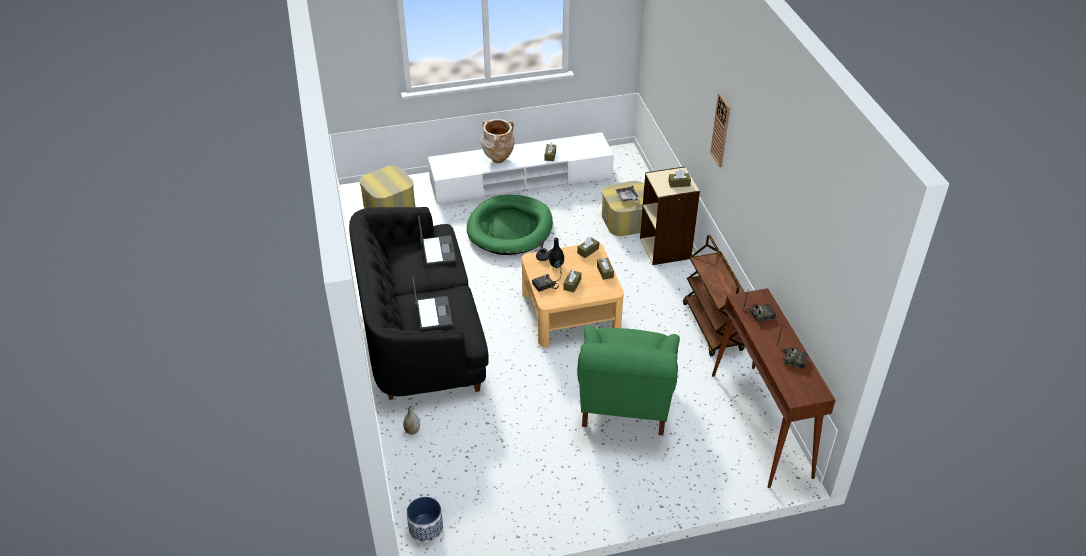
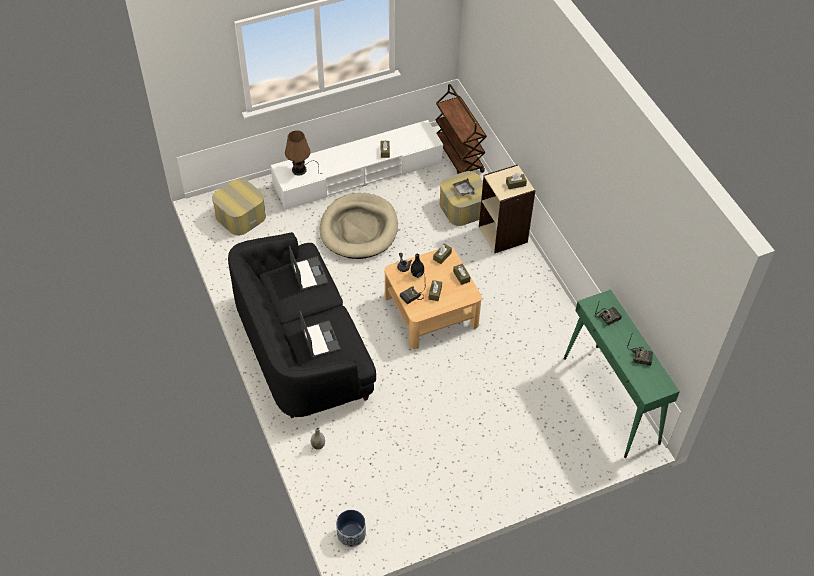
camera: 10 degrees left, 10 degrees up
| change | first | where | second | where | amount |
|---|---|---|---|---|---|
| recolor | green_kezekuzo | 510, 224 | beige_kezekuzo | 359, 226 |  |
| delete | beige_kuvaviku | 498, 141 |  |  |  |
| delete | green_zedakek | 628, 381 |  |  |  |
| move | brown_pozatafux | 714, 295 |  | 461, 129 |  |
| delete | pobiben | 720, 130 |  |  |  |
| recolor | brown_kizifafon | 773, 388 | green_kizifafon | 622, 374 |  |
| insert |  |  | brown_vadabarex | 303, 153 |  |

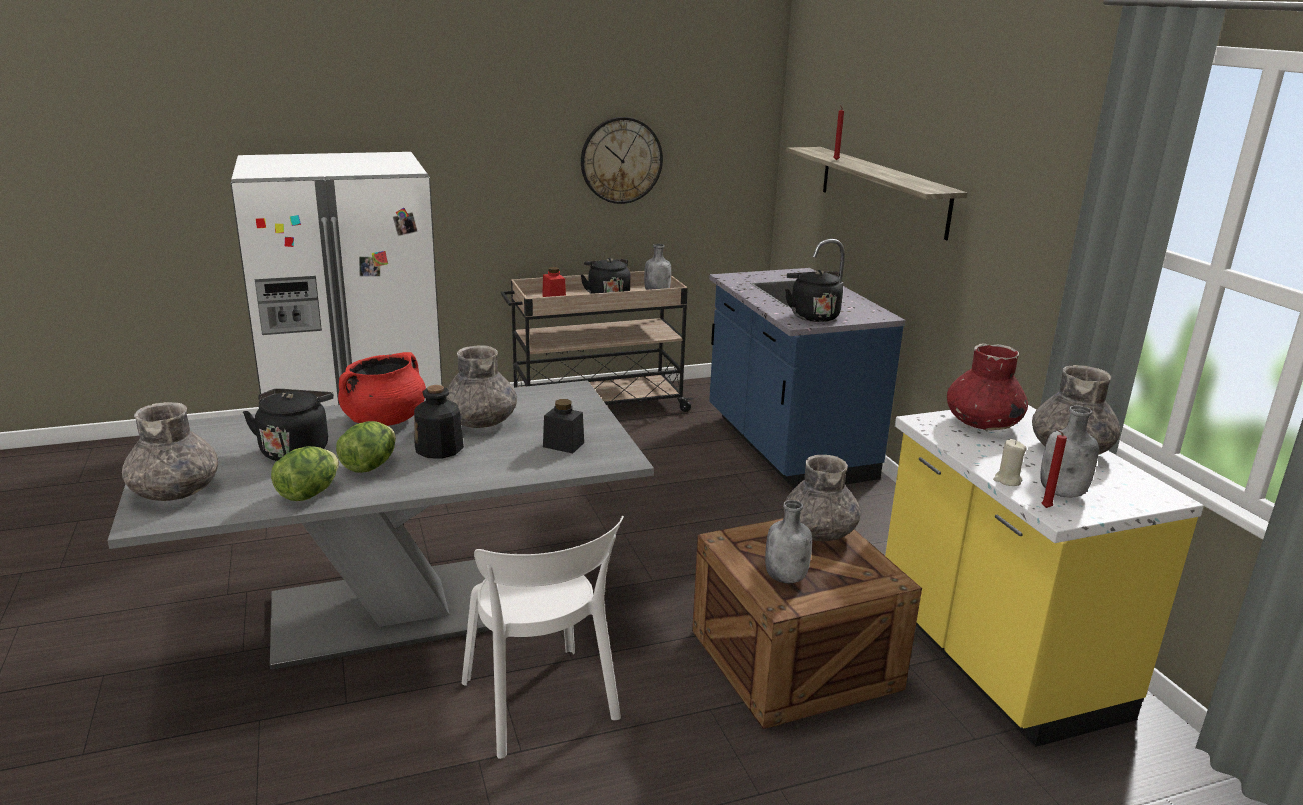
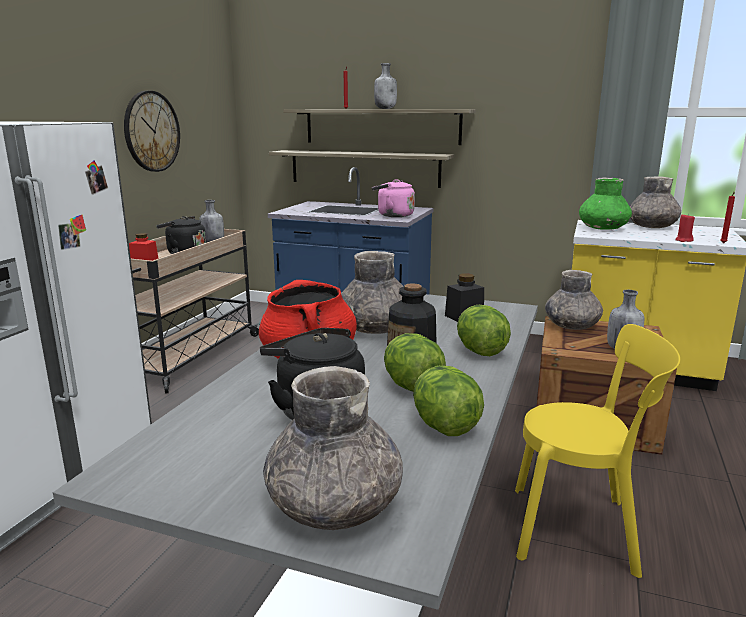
camera: 50 degrees left, 5 degrees down
| change | first | where | second | where | amount |
|---|---|---|---|---|---|
| recolor | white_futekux | 543, 637 | yellow_futekux | 597, 451 |  |
| recolor | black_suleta | 814, 296 | pink_suleta | 393, 198 |  |
| recolor | red_kuvaviku | 987, 387 | green_kuvaviku | 605, 203 |  |
| recolor | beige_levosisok | 1010, 462 | red_levosisok | 685, 228 |  |
| move | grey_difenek | 1069, 451 |  | 385, 86 |  |
| insert |  |  | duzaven | 361, 169 |  |
| insert |  |  | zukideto | 484, 330 |  |

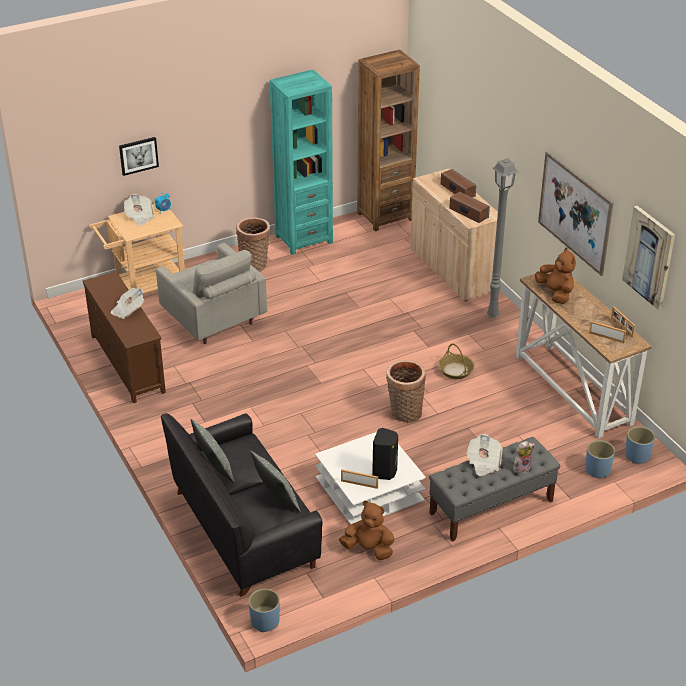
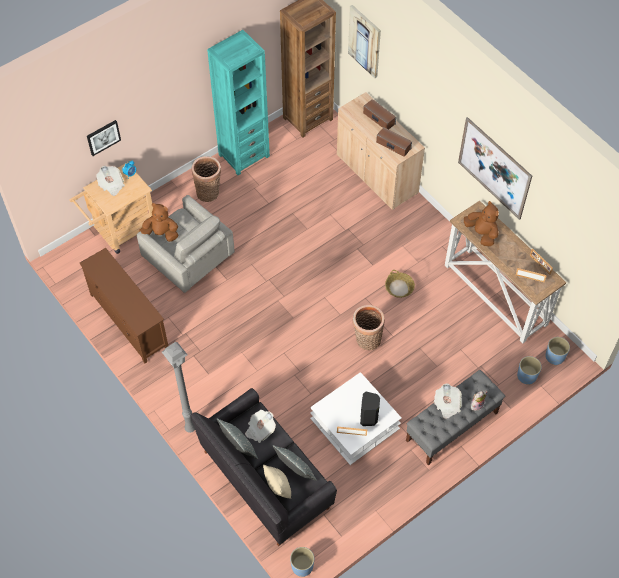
camera: 10 degrees left, 20 degrees up
| change | first | where | second | where | amount |
|---|---|---|---|---|---|
| move | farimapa | 127, 303 |  | 260, 426 |  |
| move | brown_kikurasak | 367, 530 |  | 158, 222 |  |
| move | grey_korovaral | 502, 238 |  | 178, 387 |  |
| move | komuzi | 648, 258 |  | 364, 41 |  |
| insert |  |  | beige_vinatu | 277, 482 |  |

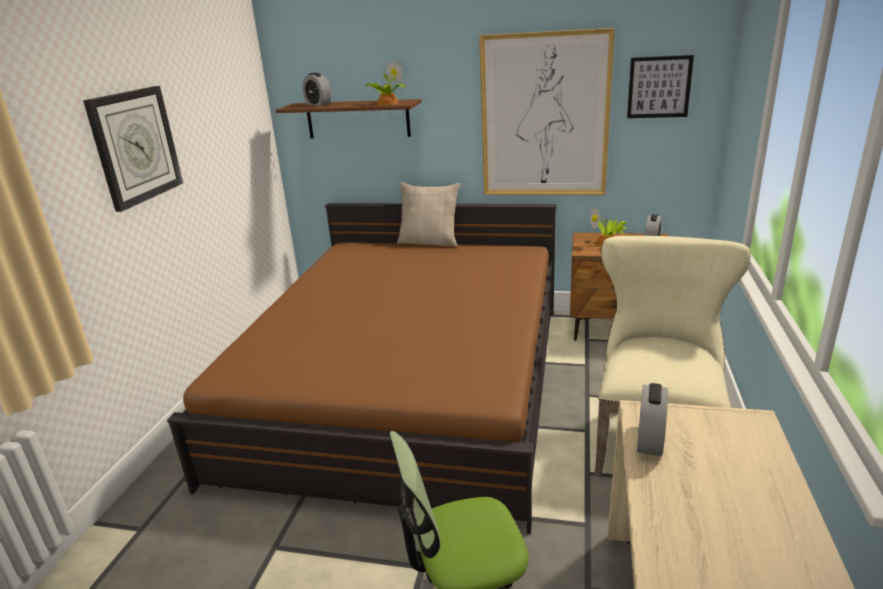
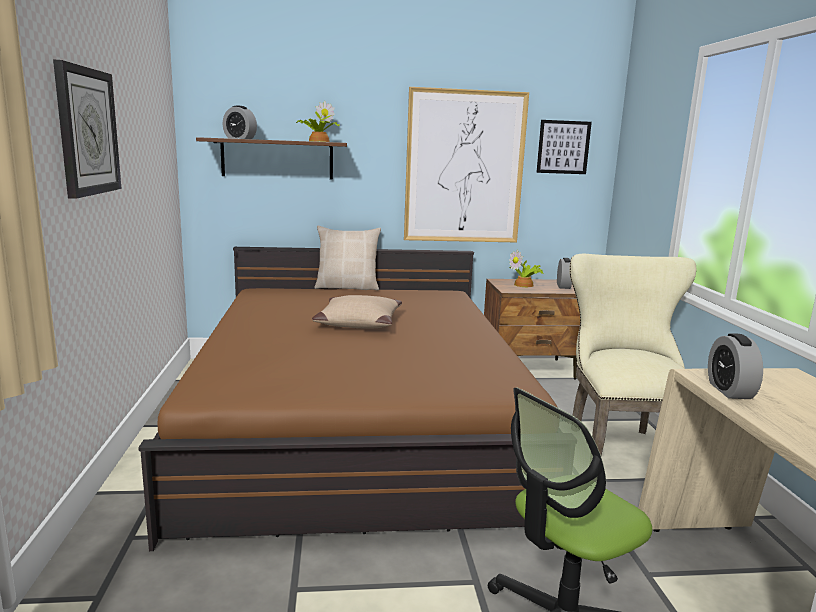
camera: 20 degrees left, 10 degrees down
| change | first | where | second | where | amount |
|---|---|---|---|---|---|
| insert |  |  | beige_vinatu | 357, 312 |  |

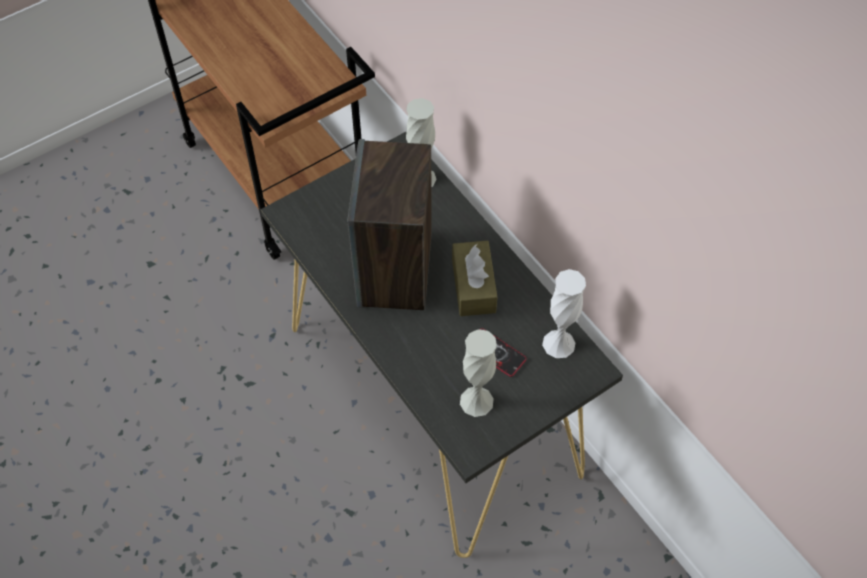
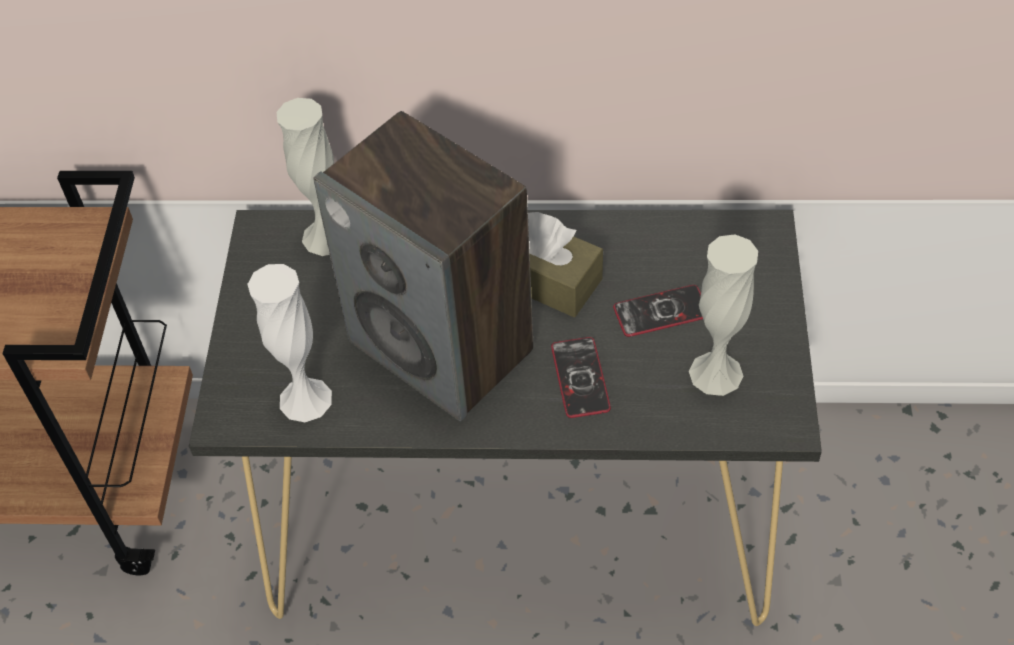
camera: 50 degrees left, 5 degrees down
| change | first | where | second | where | amount |
|---|---|---|---|---|---|
| move | white_kuvaviku | 564, 313 |  | 289, 343 |  |
| insert |  |  | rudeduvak | 581, 377 |  |

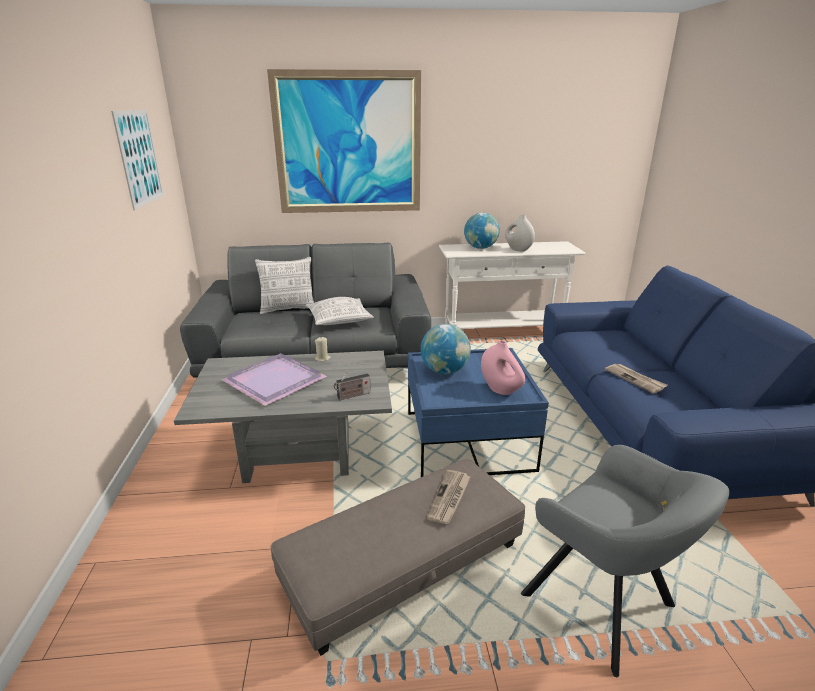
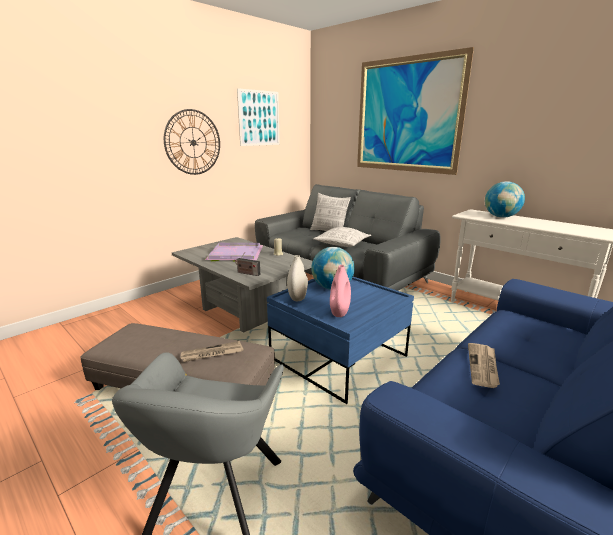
camera: 50 degrees right, 5 degrees down
| change | first | where | second | where | amount |
|---|---|---|---|---|---|
| move | white_kuvaviku | 520, 232 |  | 297, 278 |  |
| insert |  |  | pobiben | 192, 142 |  |

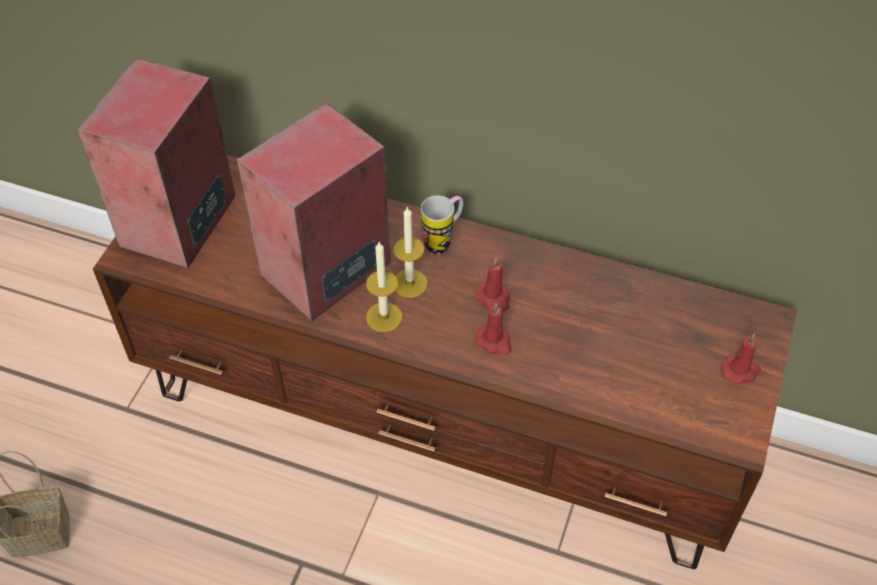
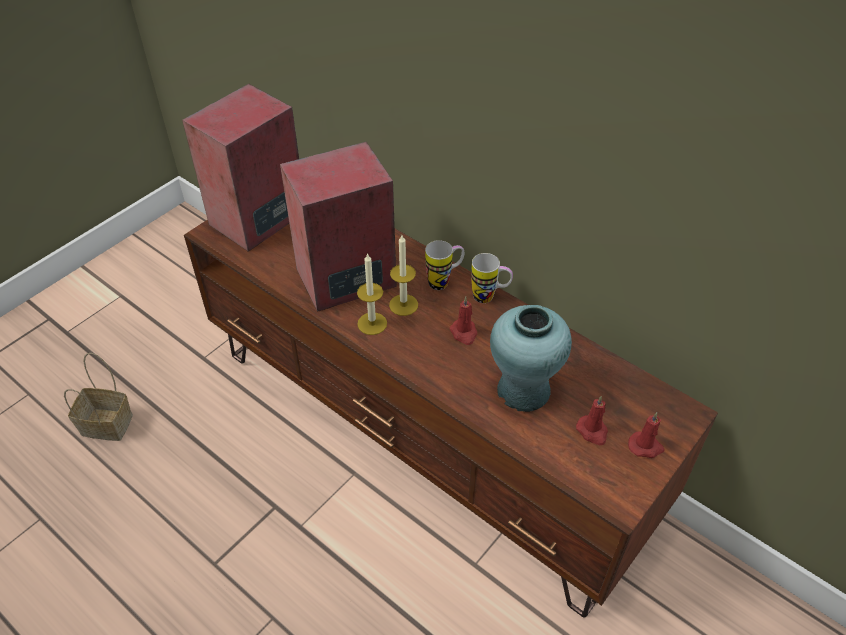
camera: 20 degrees right, 5 degrees down
| change | first | where | second | where | amount |
|---|---|---|---|---|---|
| move | red_levosisok | 493, 329 |  | 592, 420 |  |
| insert |  |  | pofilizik | 492, 278 |  |
| insert |  |  | turquoise_kuvaviku | 531, 358 |  |

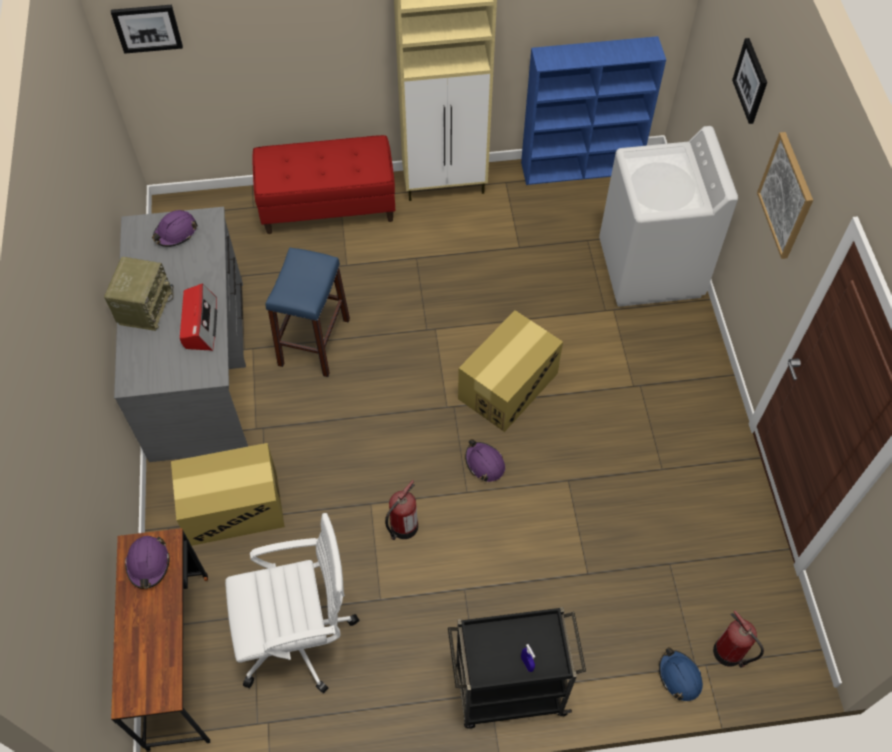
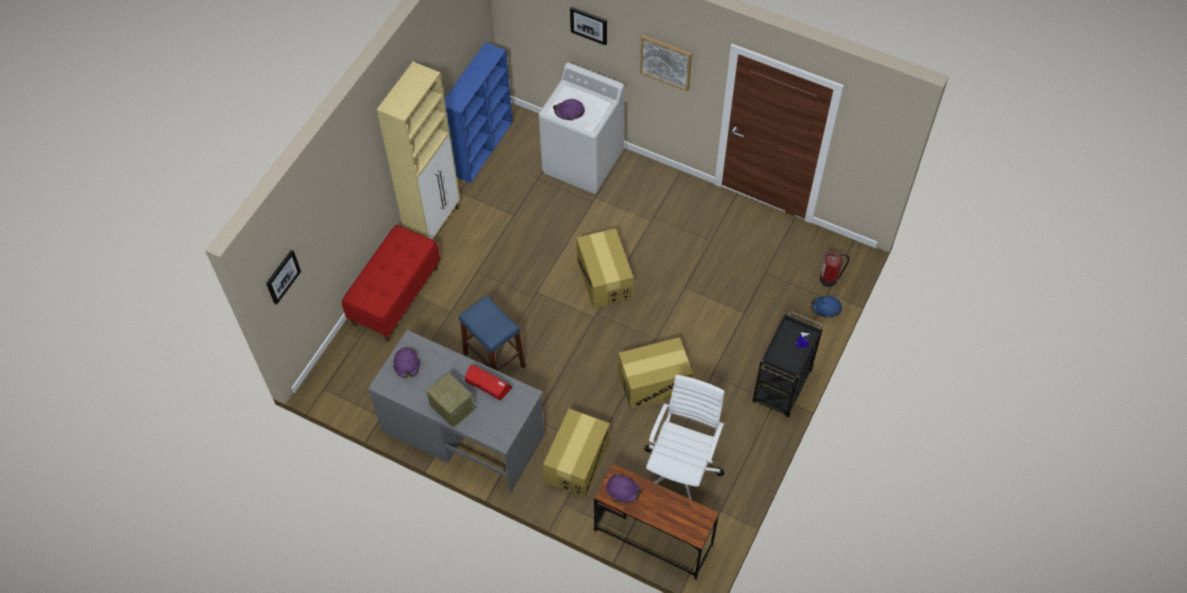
camera: 55 degrees left, 0 degrees up
| change | first | where | second | where | amount |
|---|---|---|---|---|---|
| replace | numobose | 401, 510 | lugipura | 655, 373 |  |
| move | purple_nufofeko | 485, 460 |  | 569, 110 |  |

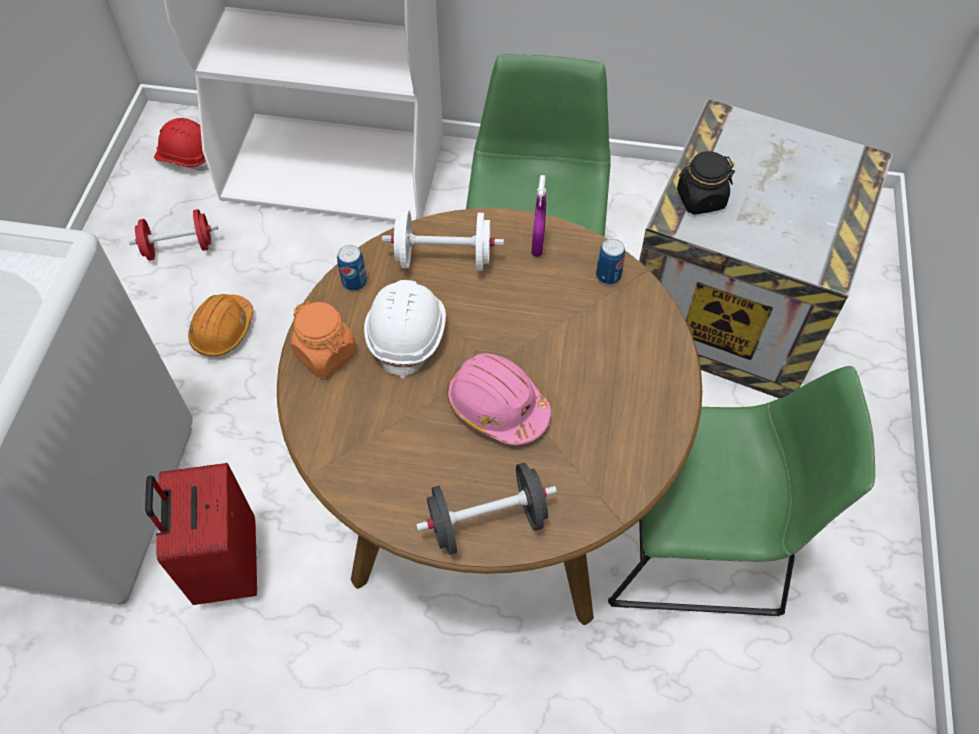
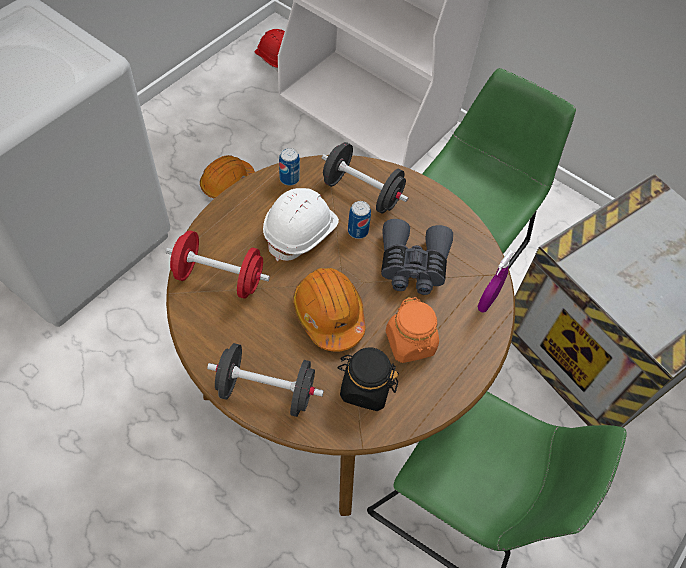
camera: 25 degrees right, 0 degrees up
| change | first | where | second | where | amount |
|---|---|---|---|---|---|
| move | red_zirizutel | 173, 235 |  | 218, 264 |  |
| delete | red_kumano | 201, 534 |  |  |  |
| move | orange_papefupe | 323, 339 |  | 412, 330 |  |
| recolor | white_zirizutel | 443, 240 | black_zirizutel | 365, 178 |  |
| recolor | pink_nufofeko | 499, 399 | orange_nufofeko | 329, 309 |  |
| move | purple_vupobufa | 538, 216 |  | 496, 281 |  |
| move | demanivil | 610, 261 |  | 359, 220 |  |
| move | black_papefupe | 706, 183 |  | 368, 379 |  |
| insert |  |  | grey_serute | 417, 257 |  |

